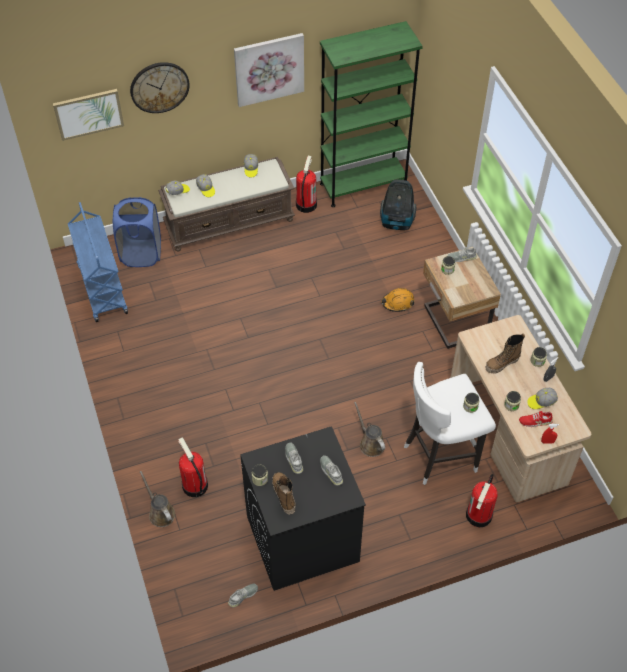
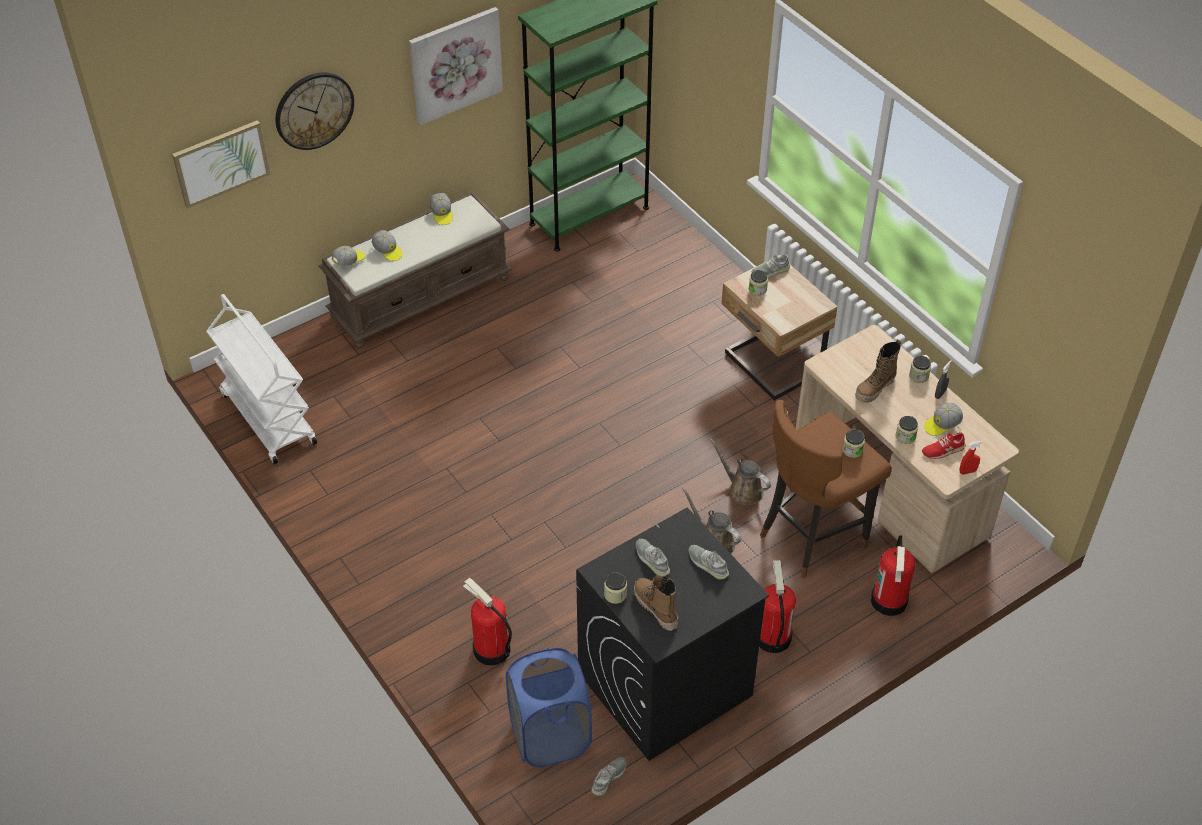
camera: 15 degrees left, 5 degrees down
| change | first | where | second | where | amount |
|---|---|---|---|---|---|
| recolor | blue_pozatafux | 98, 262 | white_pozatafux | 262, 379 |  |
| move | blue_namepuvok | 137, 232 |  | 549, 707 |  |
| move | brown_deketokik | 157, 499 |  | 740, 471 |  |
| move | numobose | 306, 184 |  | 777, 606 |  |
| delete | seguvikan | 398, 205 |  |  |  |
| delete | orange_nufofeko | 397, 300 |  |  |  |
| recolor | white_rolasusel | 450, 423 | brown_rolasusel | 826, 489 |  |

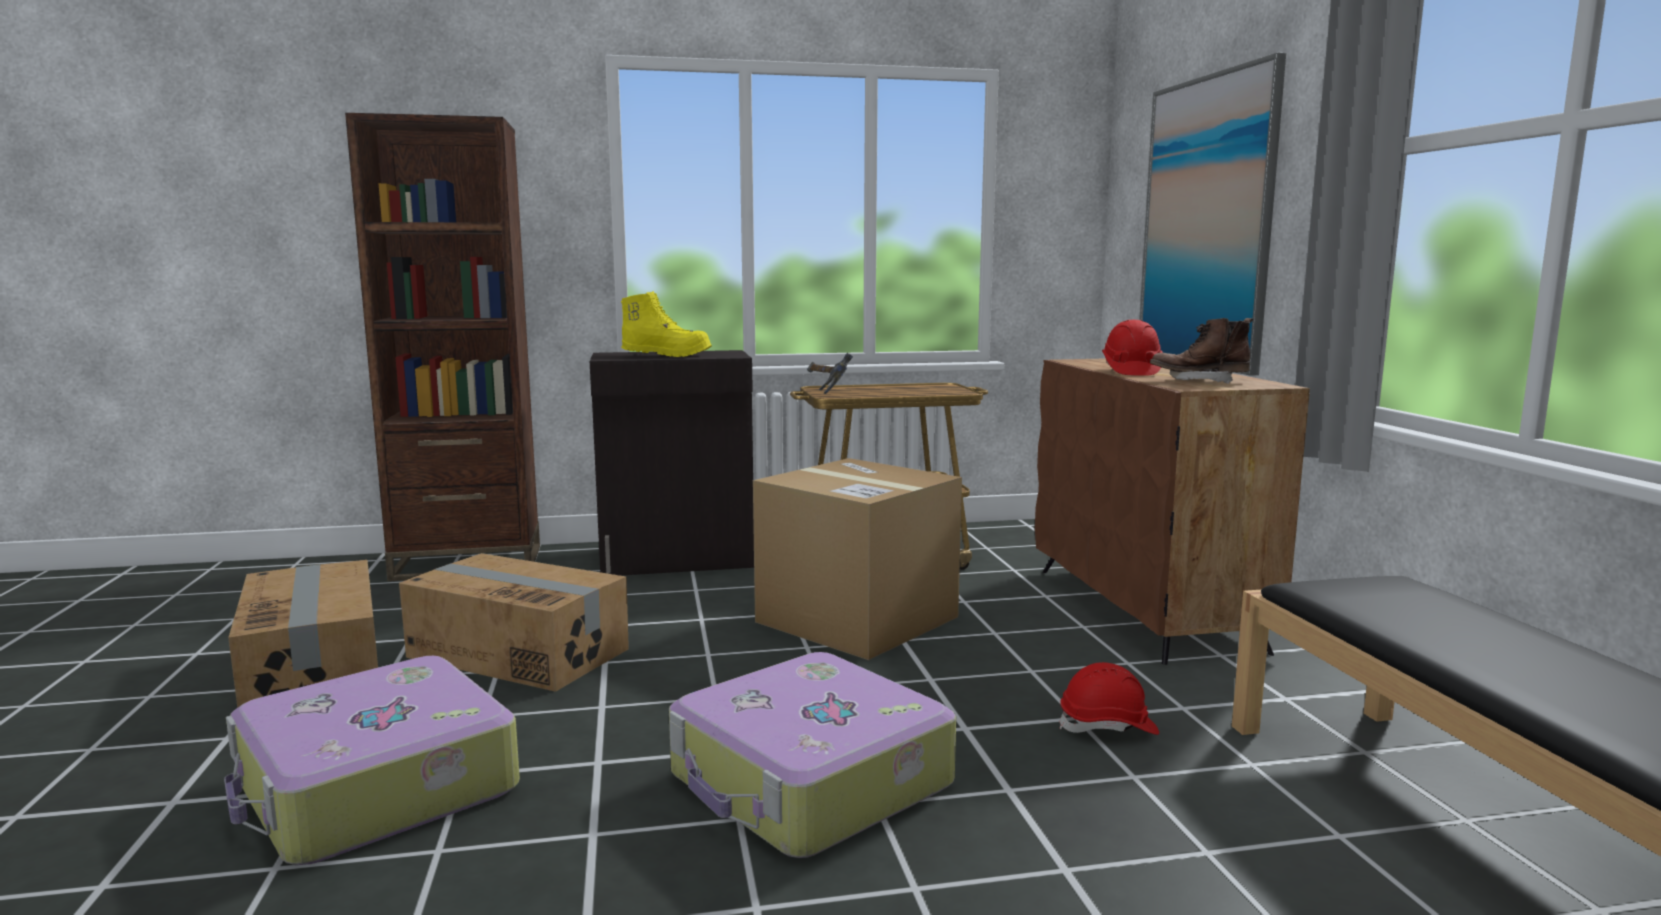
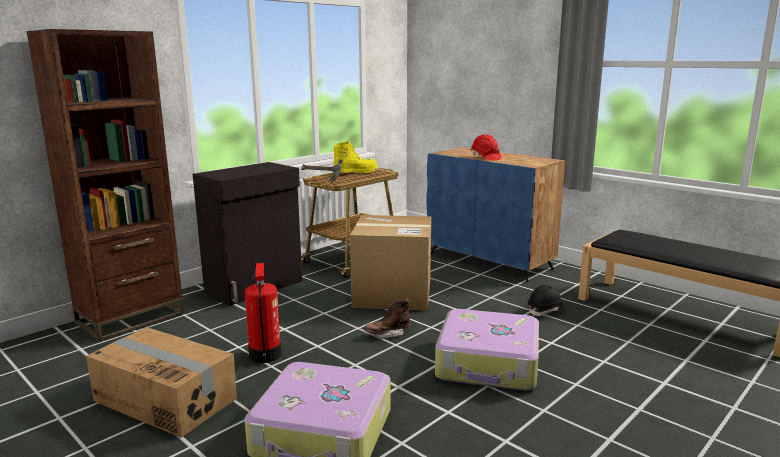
camera: 35 degrees left, 5 degrees up
| change | first | where | second | where | amount |
|---|---|---|---|---|---|
| replace | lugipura | 514, 622 | numobose | 263, 313 |  |
| move | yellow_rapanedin | 666, 324 |  | 355, 157 |  |
| recolor | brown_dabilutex | 1172, 511 | blue_dabilutex | 495, 214 |  |
| recolor | red_nufofeko | 1109, 698 | black_nufofeko | 546, 300 |  |
| delete | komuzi | 1212, 214 |  |  |  |
| move | brown_rapanedin | 1201, 351 |  | 387, 318 |  |

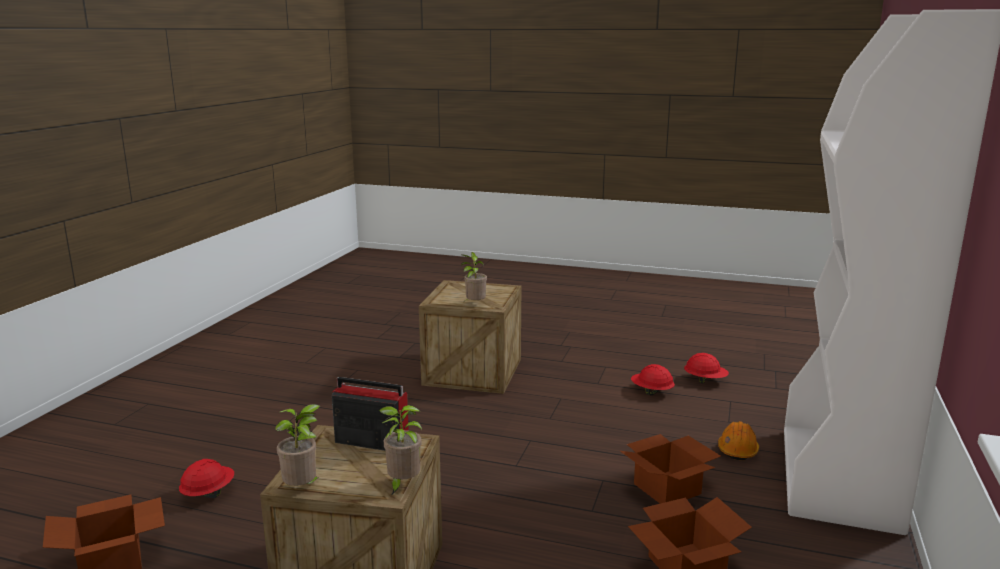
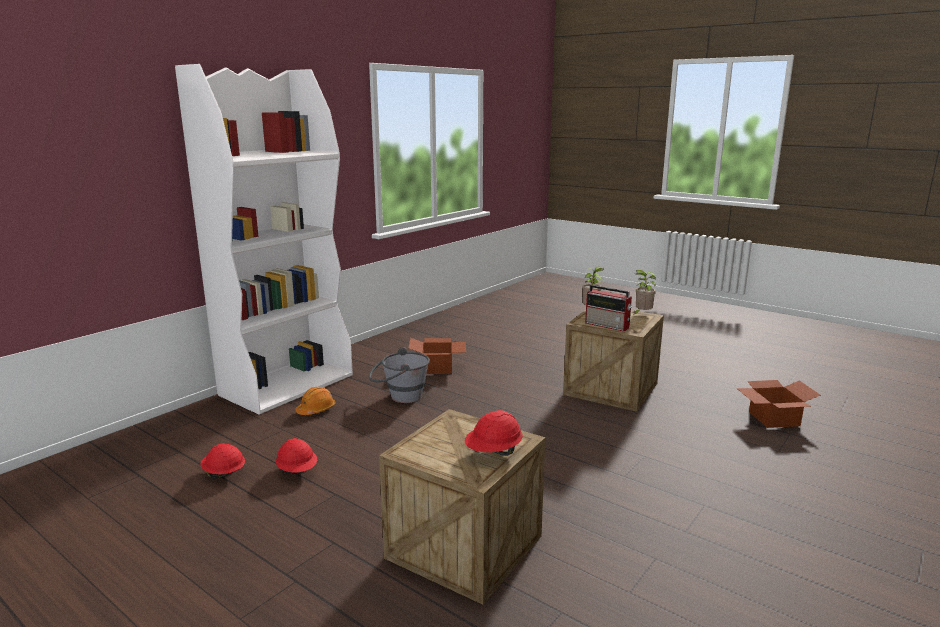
camera: 160 degrees left, 0 degrees up
| change | first | where | second | where | amount |
|---|---|---|---|---|---|
| move | red_nufofeko | 206, 478 |  | 494, 433 |  |
| delete | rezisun | 474, 276 |  |  |  |
| replace | lugipura | 670, 469 | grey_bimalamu | 399, 375 |  |

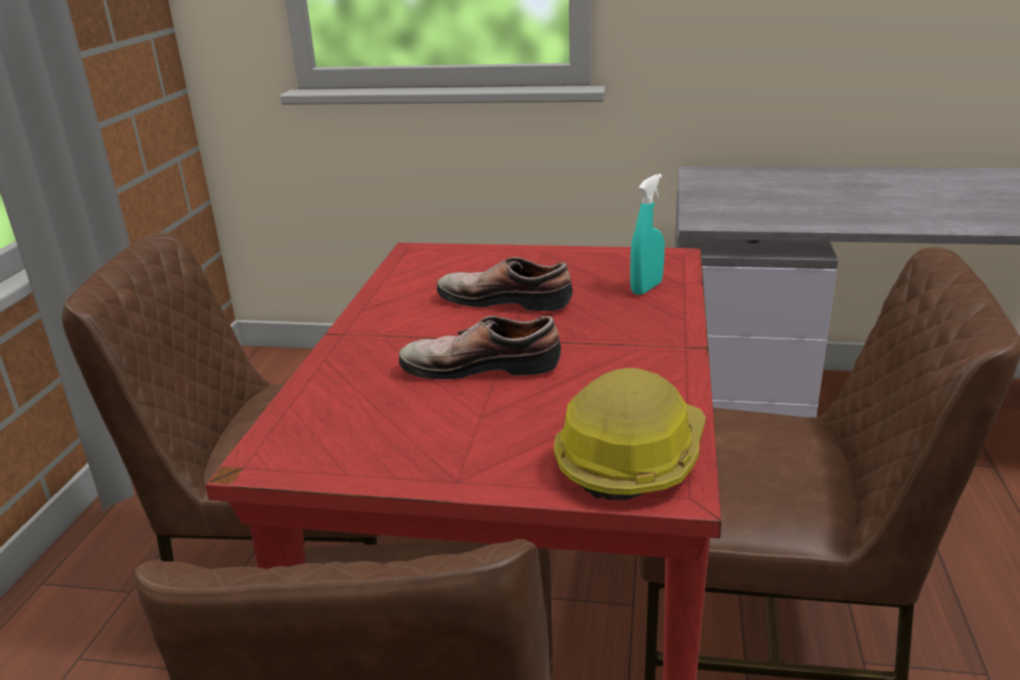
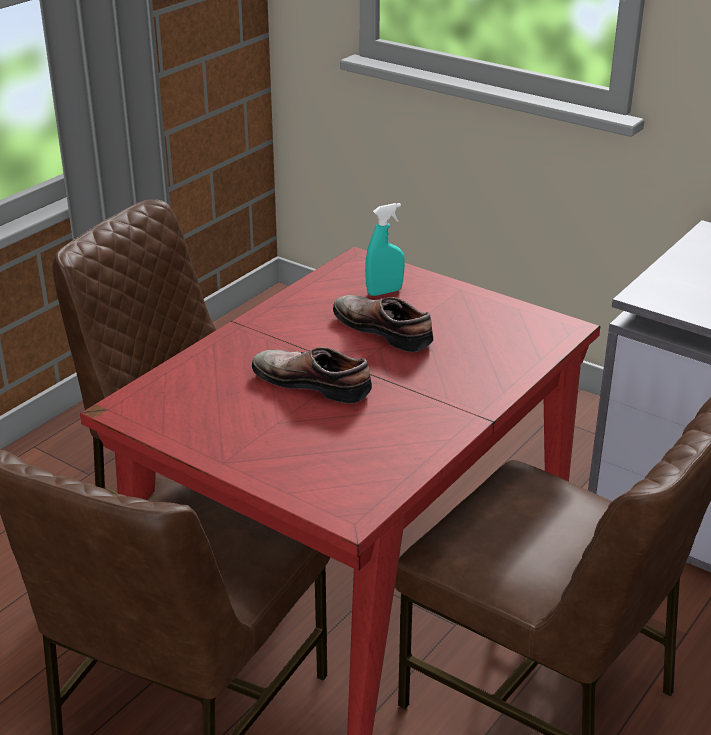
camera: 25 degrees right, 5 degrees up
| change | first | where | second | where | amount |
|---|---|---|---|---|---|
| delete | nufofeko | 630, 434 |  |  |  |
| move | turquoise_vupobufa | 647, 234 |  | 385, 249 |  |

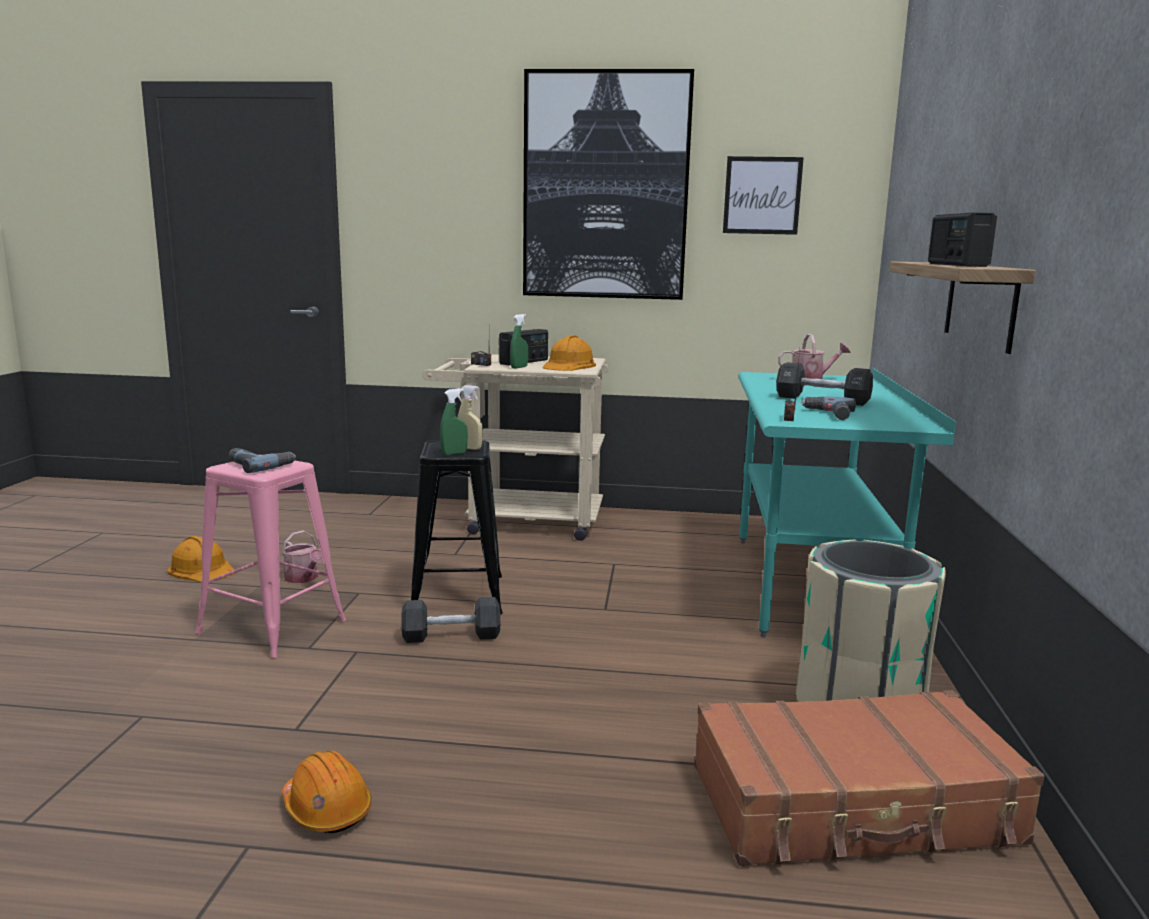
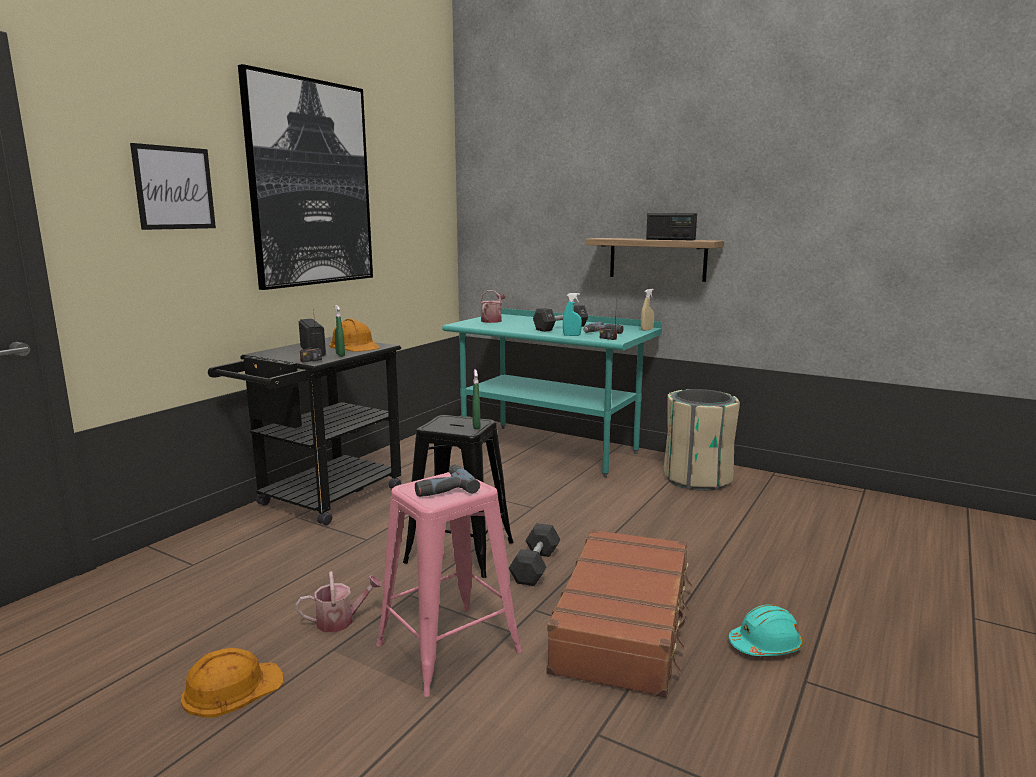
camera: 65 degrees left, 0 degrees up
| change | first | where | second | where | amount |
|---|---|---|---|---|---|
| recolor | orange_nufofeko | 327, 791 | turquoise_nufofeko | 766, 630 |  |
| recolor | beige_pozatafux | 515, 447 | black_pozatafux | 305, 431 |  |
| move | beige_vupobufa | 470, 417 |  | 647, 310 |  |
| move | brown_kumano | 869, 778 |  | 619, 613 |  |
| move | komuzi | 763, 195 |  | 173, 186 |  |
| insert |  |  | turquoise_vupobufa | 572, 314 |  |

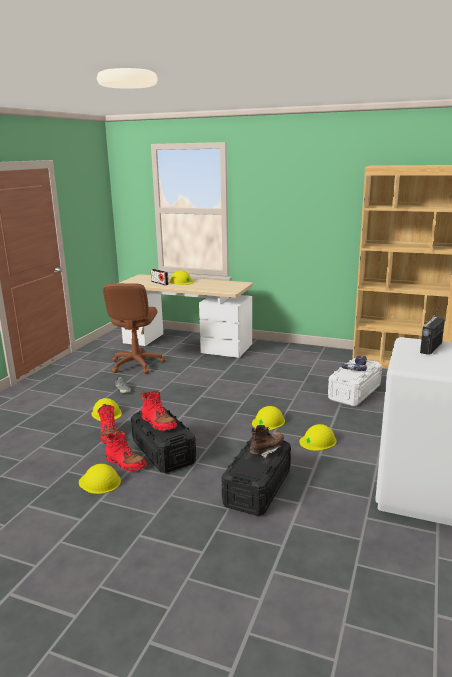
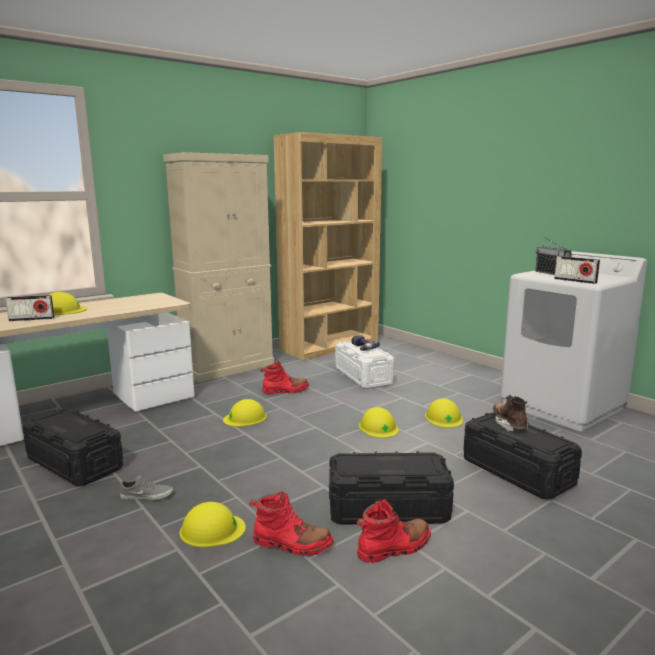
camera: 60 degrees left, 5 degrees down
| change | first | where | second | where | amount |
|---|---|---|---|---|---|
| move | yellow_nufofeko | 100, 479 |  | 245, 413 |  |
| replace | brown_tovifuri | 134, 328 | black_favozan | 73, 447 |  |
| move | red_rapanedin | 158, 411 |  | 284, 377 |  |
| insert |  |  | beige_dabilutex | 218, 267 |  |
| insert |  |  | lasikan | 577, 270 |  |

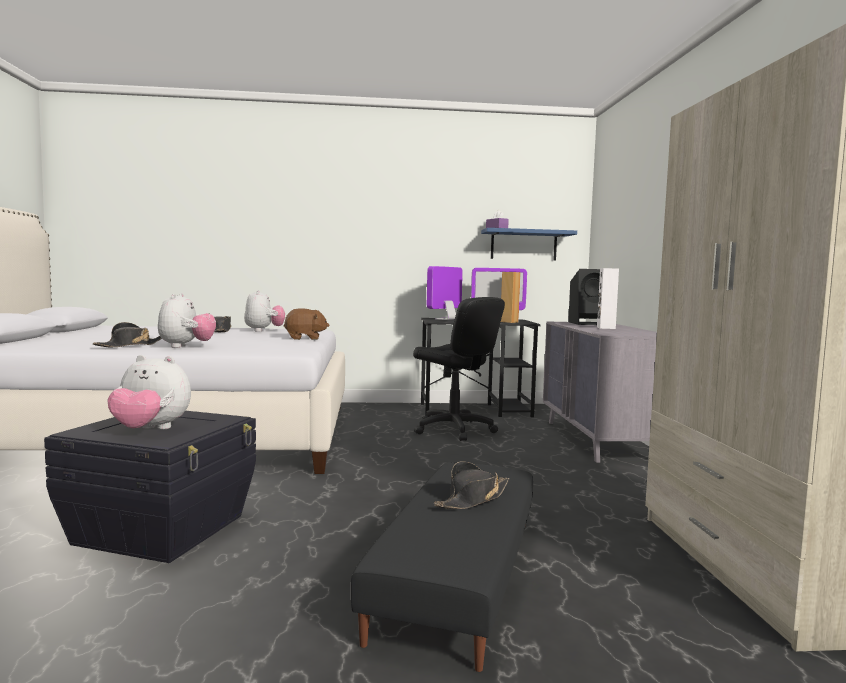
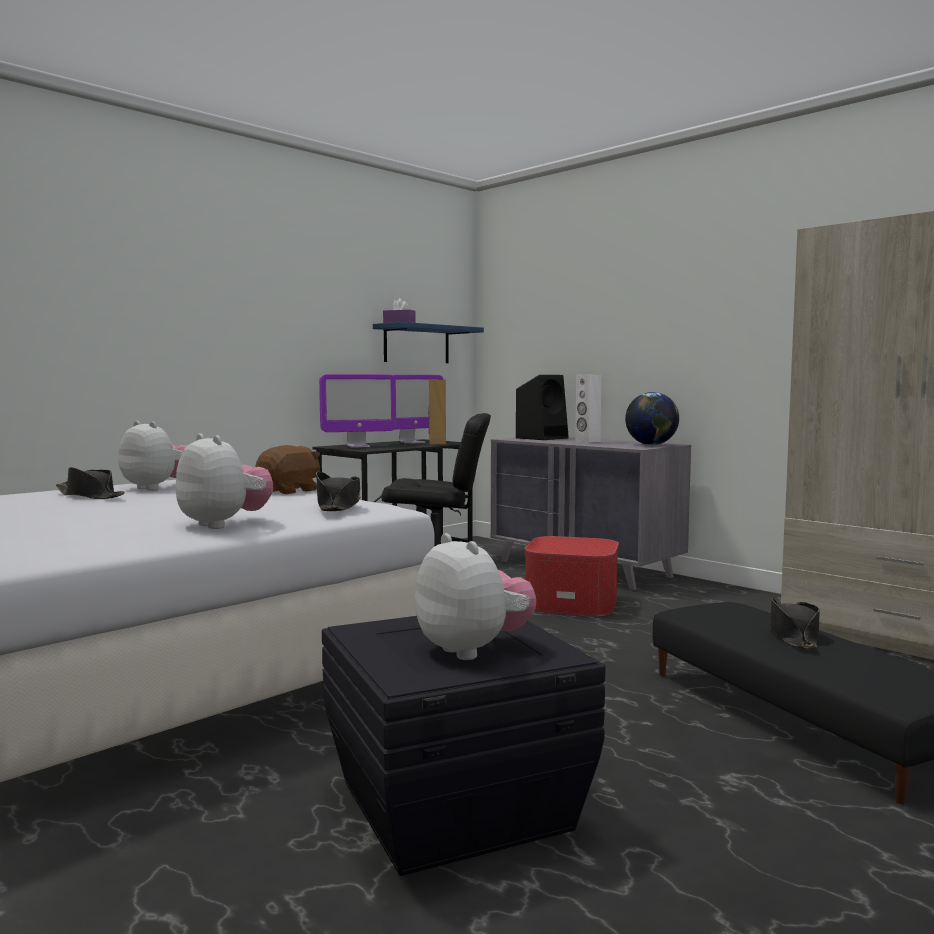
camera: 40 degrees left, 0 degrees up
| change | first | where | second | where | amount |
|---|---|---|---|---|---|
| move | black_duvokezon | 127, 334 |  | 338, 491 |  |
| rotate | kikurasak | 149, 392 |  | 475, 596 | 90 degrees counterclockwise |
| rotate | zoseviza | 445, 293 |  | 357, 411 | 105 degrees counterclockwise |
| insert |  |  | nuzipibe | 572, 576 |  |
| insert |  |  | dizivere | 652, 418 |  |

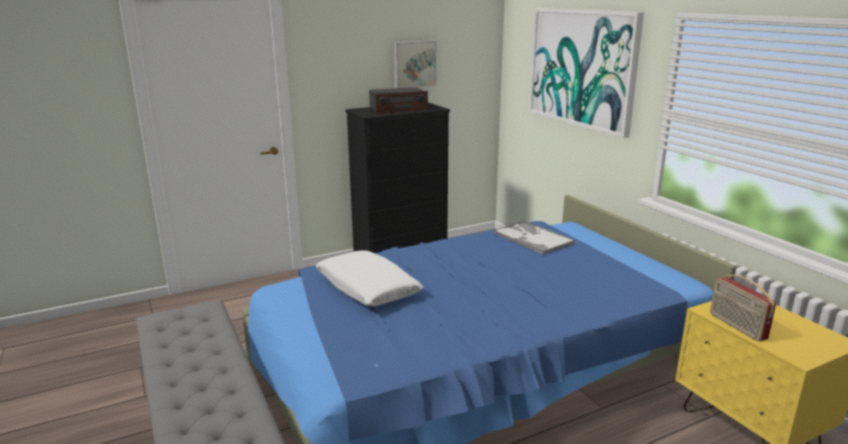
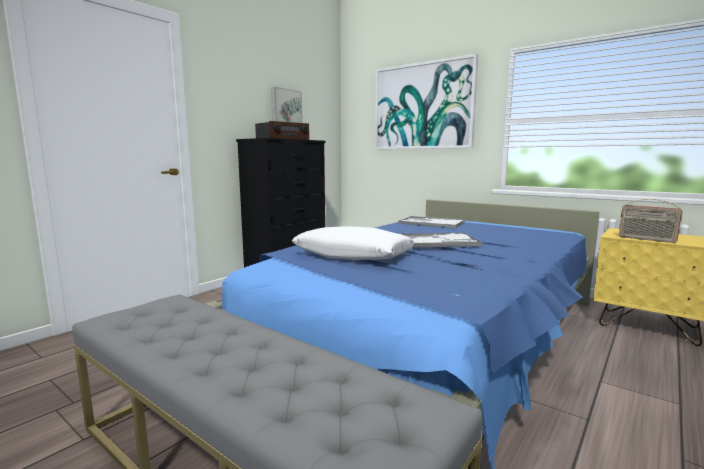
camera: 25 degrees left, 10 degrees down
| change | first | where | second | where | amount |
|---|---|---|---|---|---|
| insert |  |  | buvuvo | 441, 240 |  |

